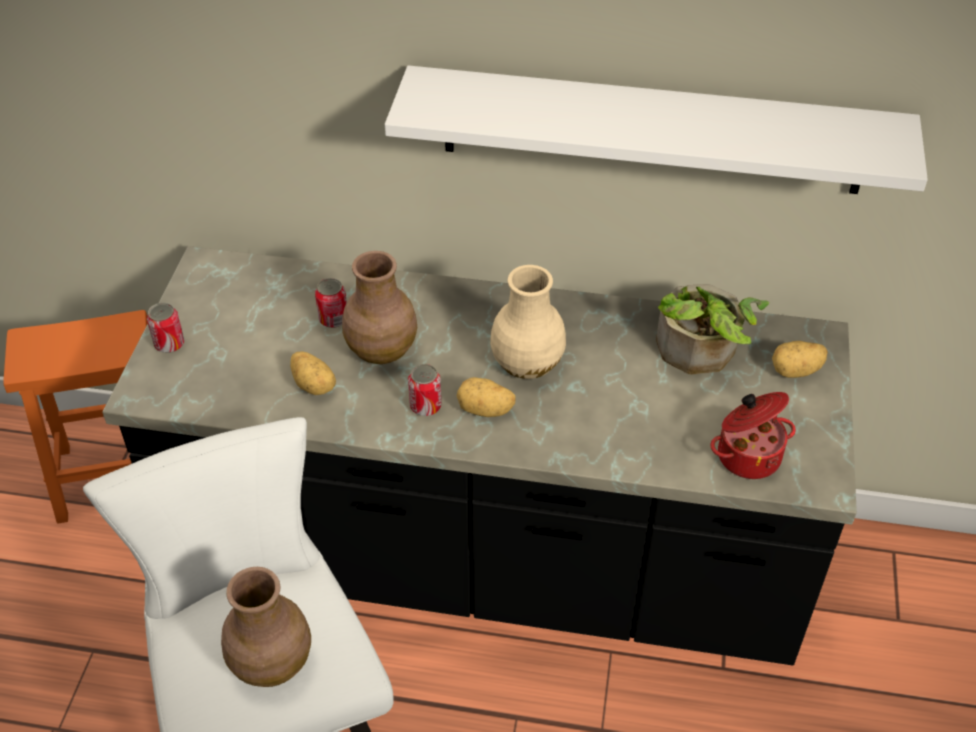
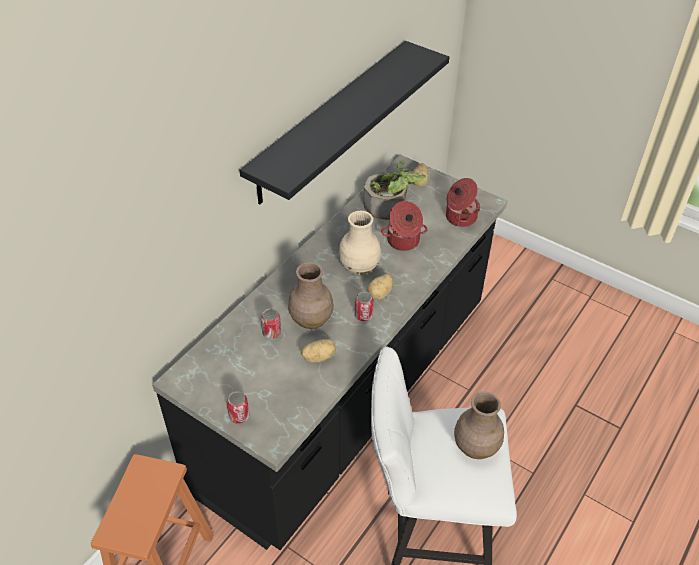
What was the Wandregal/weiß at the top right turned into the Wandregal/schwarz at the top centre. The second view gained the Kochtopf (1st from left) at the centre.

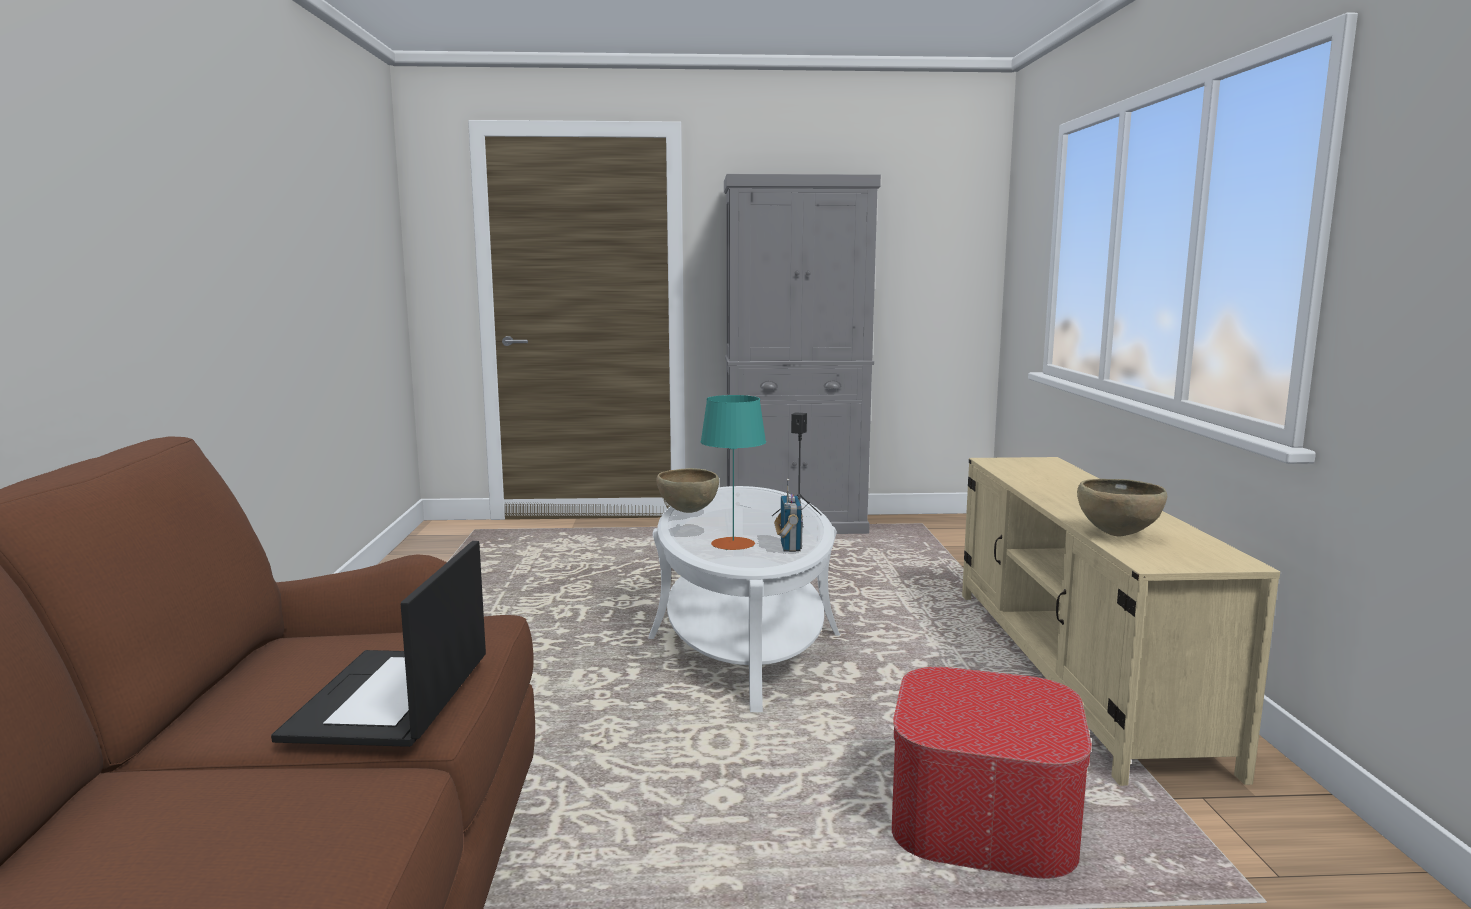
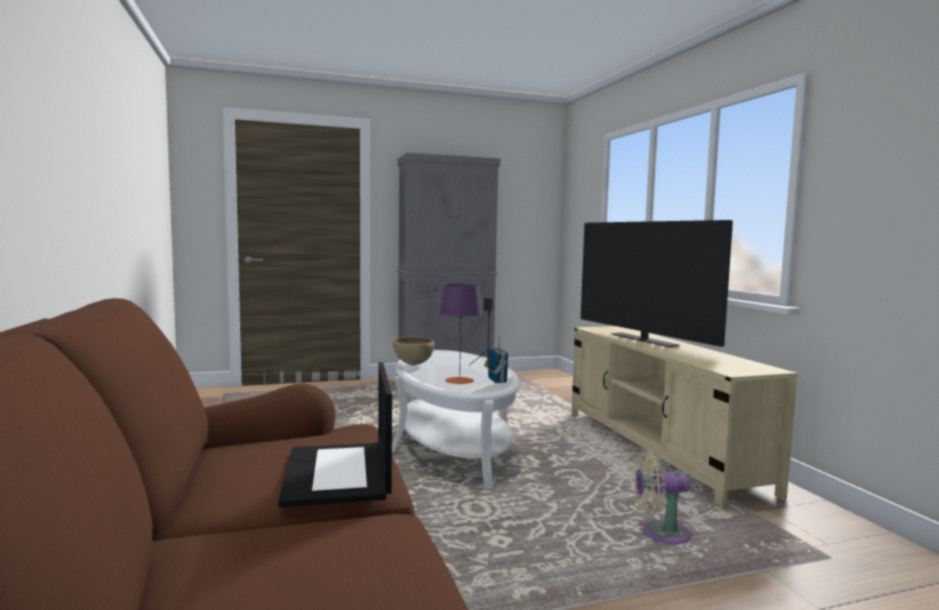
What was the Tischlampe/türkis at the centre turned into the Tischlampe/lila at the centre. The second view lost the Schüssel/braun (2nd from left) at the middle right. Where the Polsterhocker stood at the bottom right, the Ventilator/beige came to stand at the bottom right. The second view gained the Fernseher at the middle right.

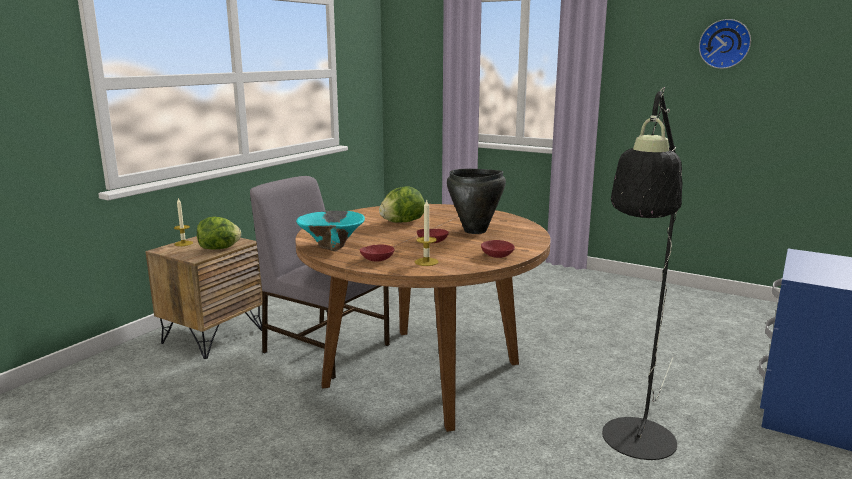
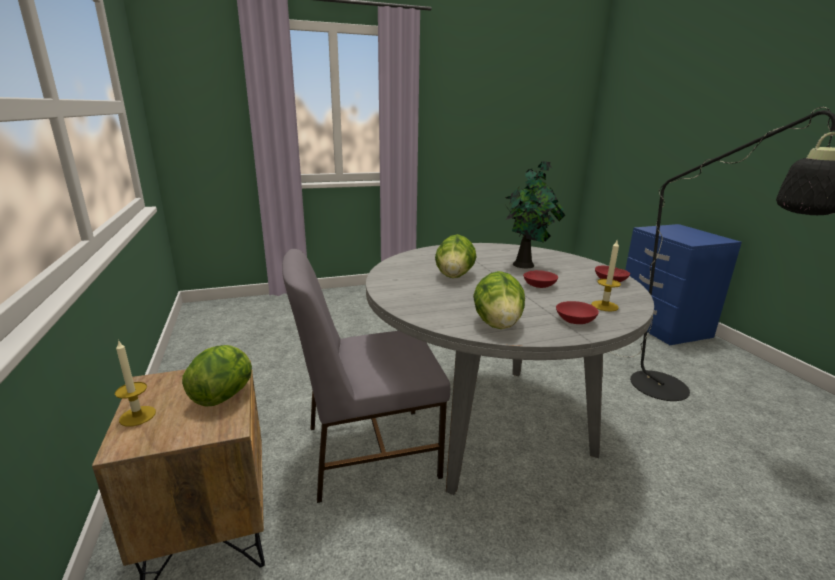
The second view lost the Wanduhr at the top right. Where the Kochtopf/schwarz stood at the centre, the Topfpflanze came to stand at the centre. What was the Esstisch/braun at the centre turned into the Esstisch/grau at the centre. Where the Schüssel/türkis stood at the centre, the Salatkopf (3rd from left) came to stand at the centre.

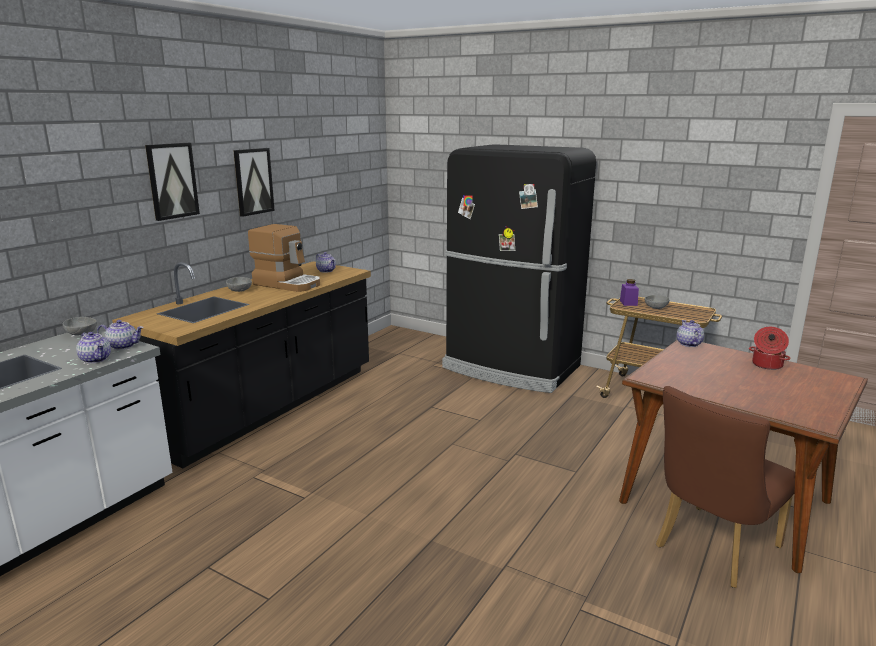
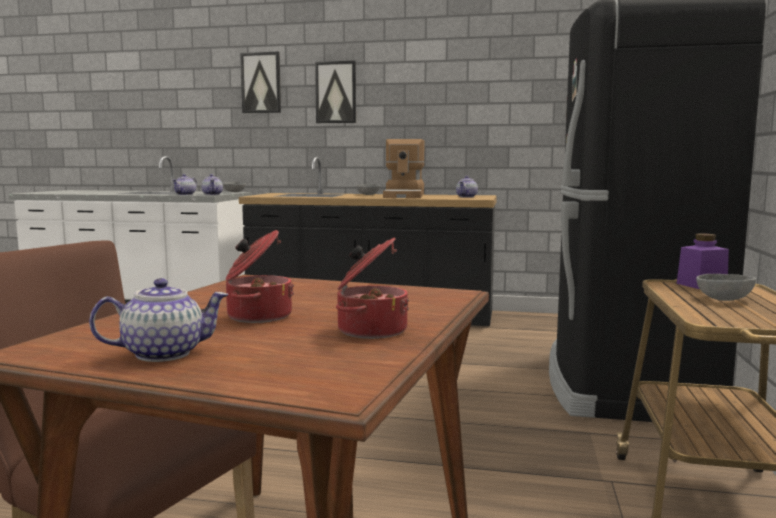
The Bild (2nd from left in the first image) ended up elsewhere, having gone from the top left to the top centre. The Teekanne (4th from left in the first image) ended up elsewhere, having gone from the middle right to the middle left. The second view gained the Kochtopf (1st from left) at the centre.

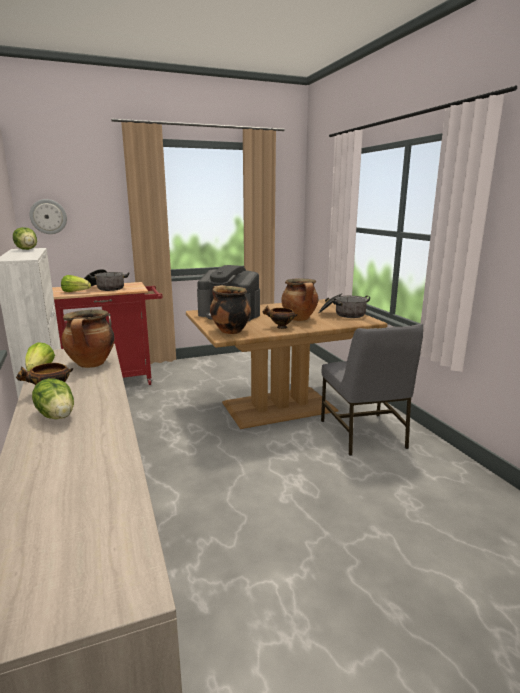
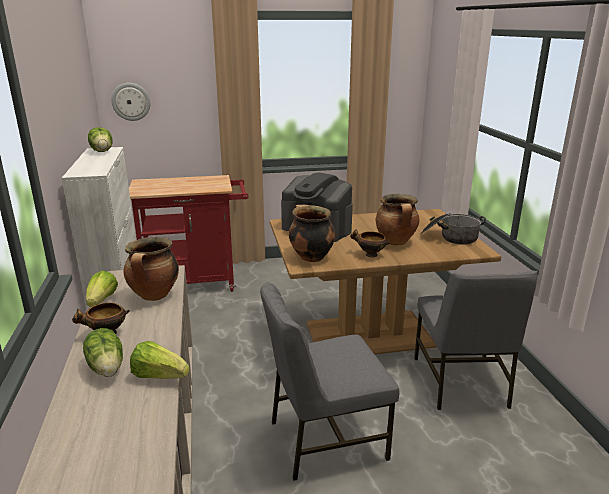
The second view lost the Kochtopf (2nd from left) at the middle left. The Salatkopf (4th from left) ended up elsewhere, having gone from the middle left to the bottom left. The second view gained the Stuhl/grau (1st from left) at the bottom centre.

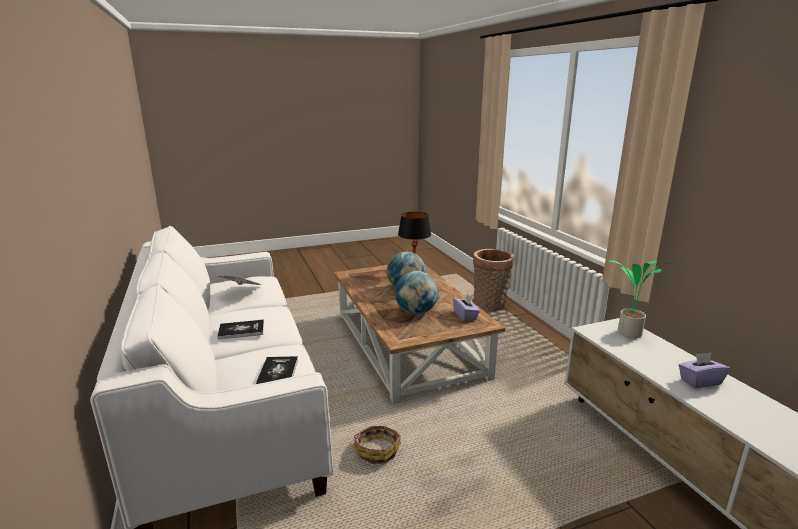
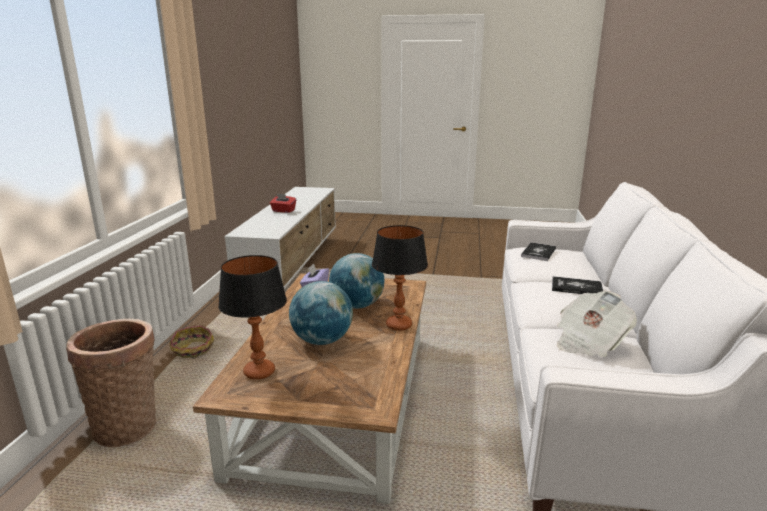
The second view lost the Topfpflanze at the middle right. What was the Taschentuchbox/lila (2nd from left) at the bottom right turned into the Taschentuchbox/rot at the centre. The Korb (1st from left in the first image) ended up elsewhere, having gone from the bottom centre to the bottom left. The second view gained the Tischlampe (2nd from left) at the centre.

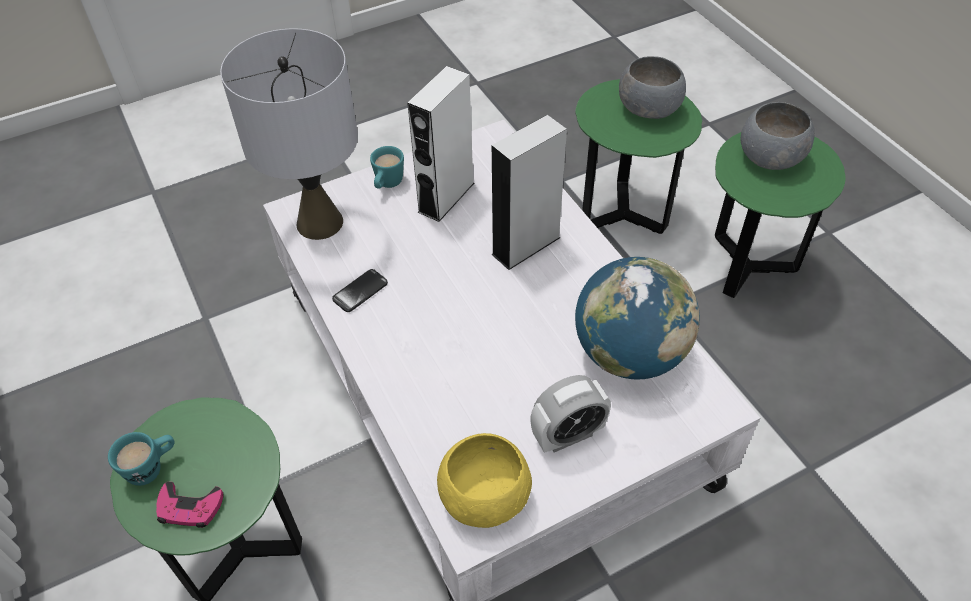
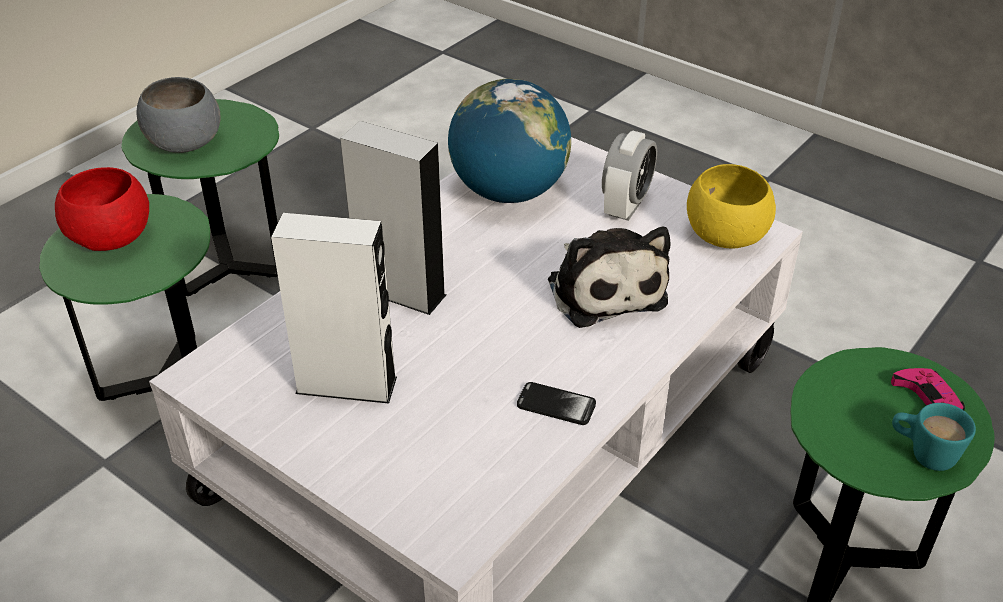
The second view lost the Tischlampe/grau at the top left. What was the Schüssel/grau (1st from left) at the top right turned into the Schüssel/rot at the middle left. The second view lost the Henkelbecher/türkis (2nd from left) at the top centre. The Wecker at the bottom centre ended up facing another way, 75 degrees clockwise from before. The second view gained the Plüschtier at the centre.

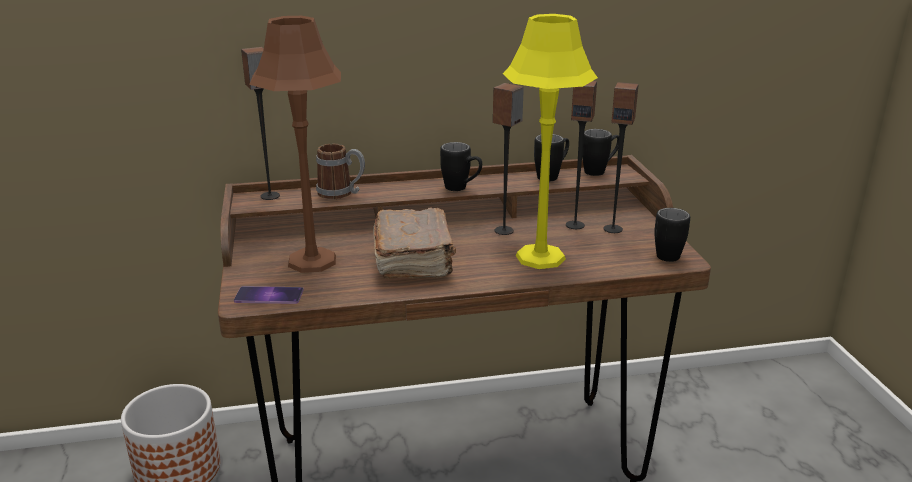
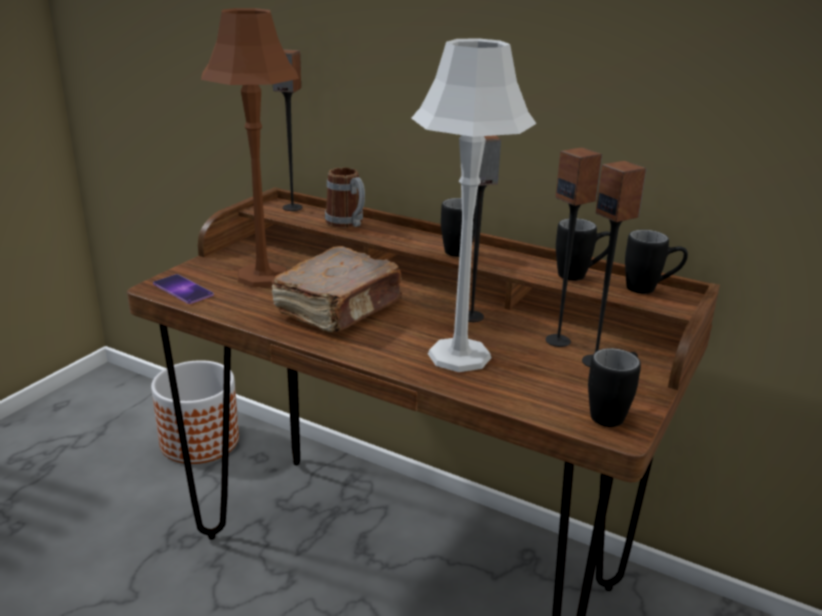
What was the Tischlampe/gelb at the top centre turned into the Tischlampe/grau at the top centre.

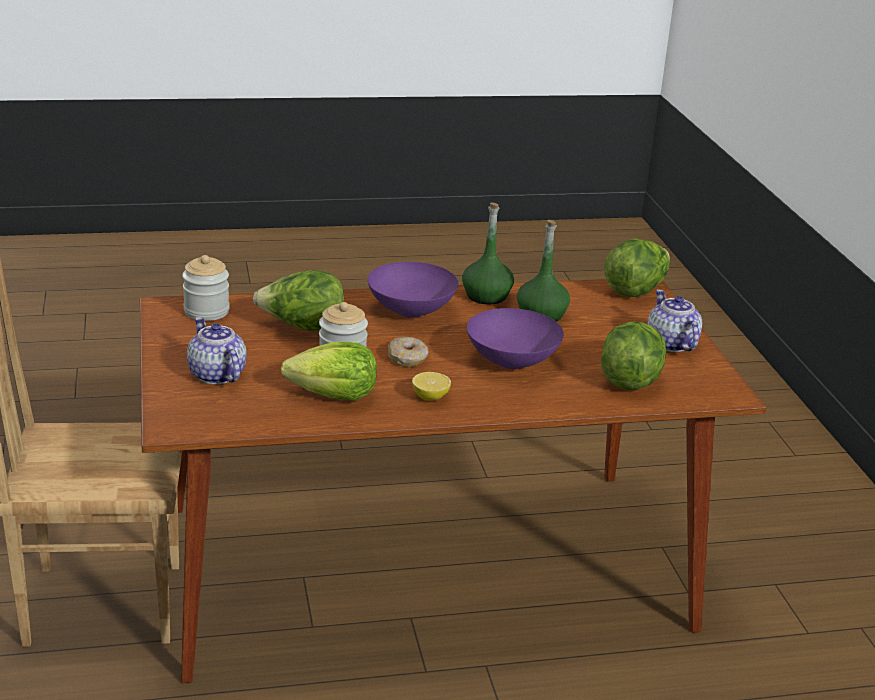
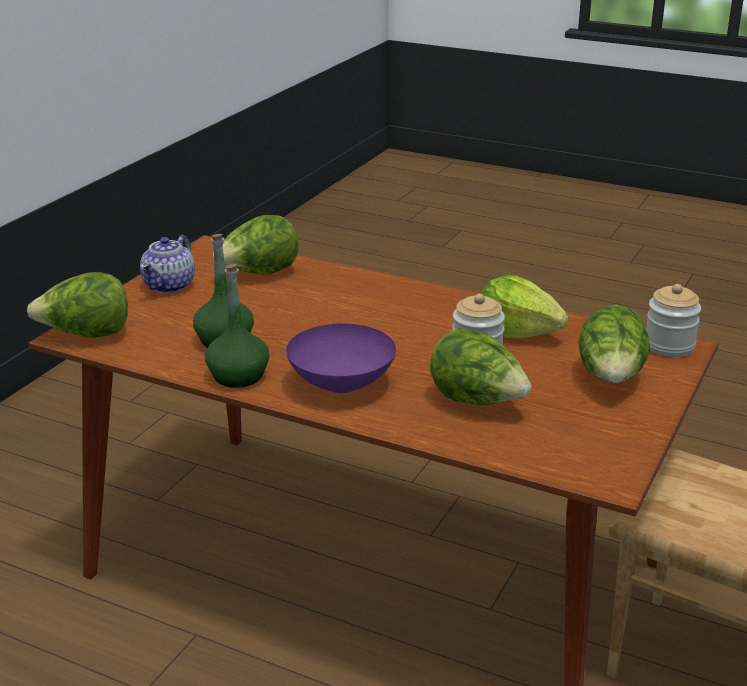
The Vorratsglas (1st from left in the first image) ended up elsewhere, having gone from the middle left to the middle right. The second view lost the Schüssel/lila (2nd from left) at the centre. Where the Teekanne (1st from left) stood at the middle left, the Salatkopf (5th from left) came to stand at the middle right. The second view lost the Donut at the centre. The second view lost the Zitrone at the centre.

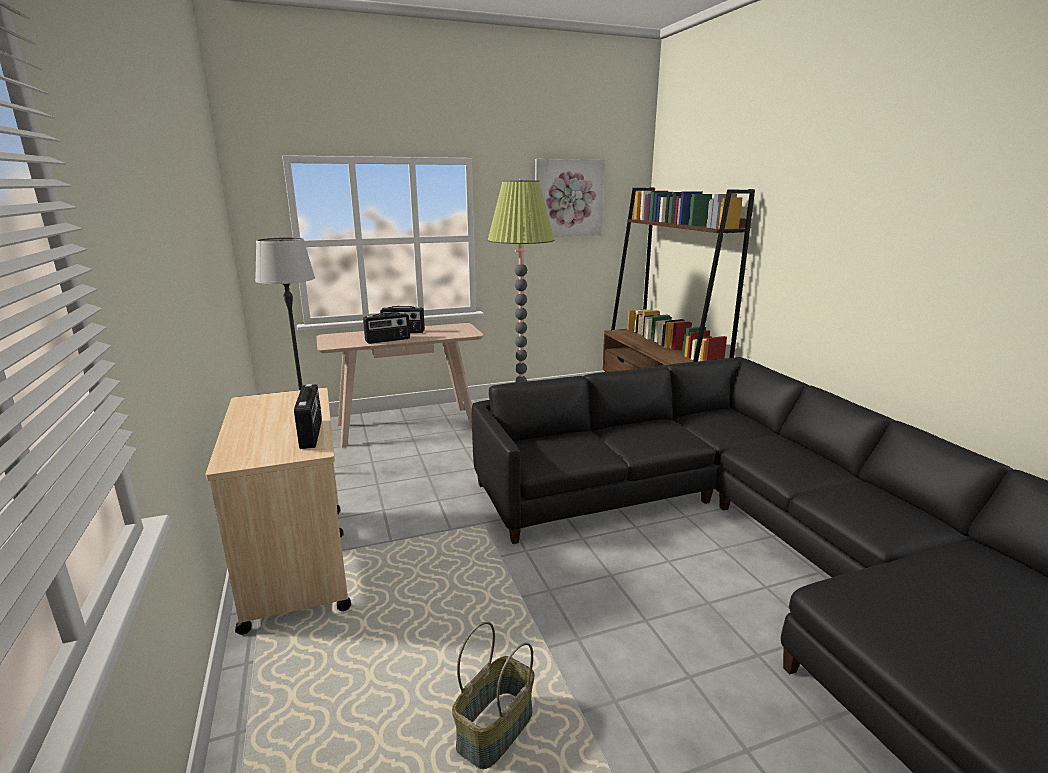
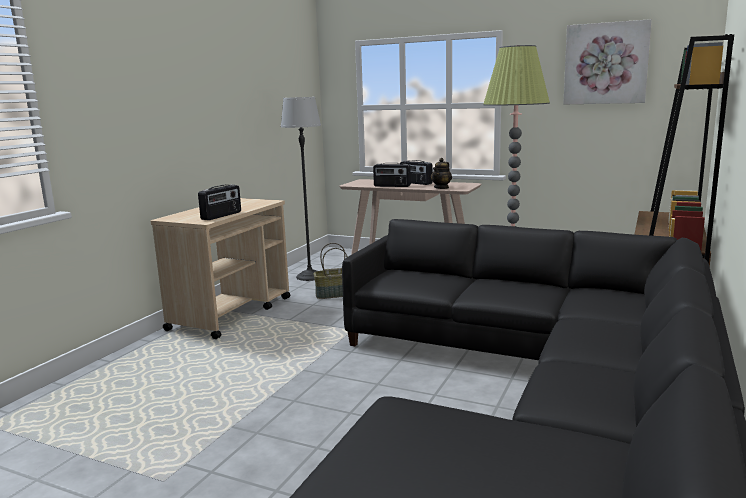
The Korb ended up elsewhere, having gone from the bottom centre to the centre. The second view gained the Teekanne at the centre.

